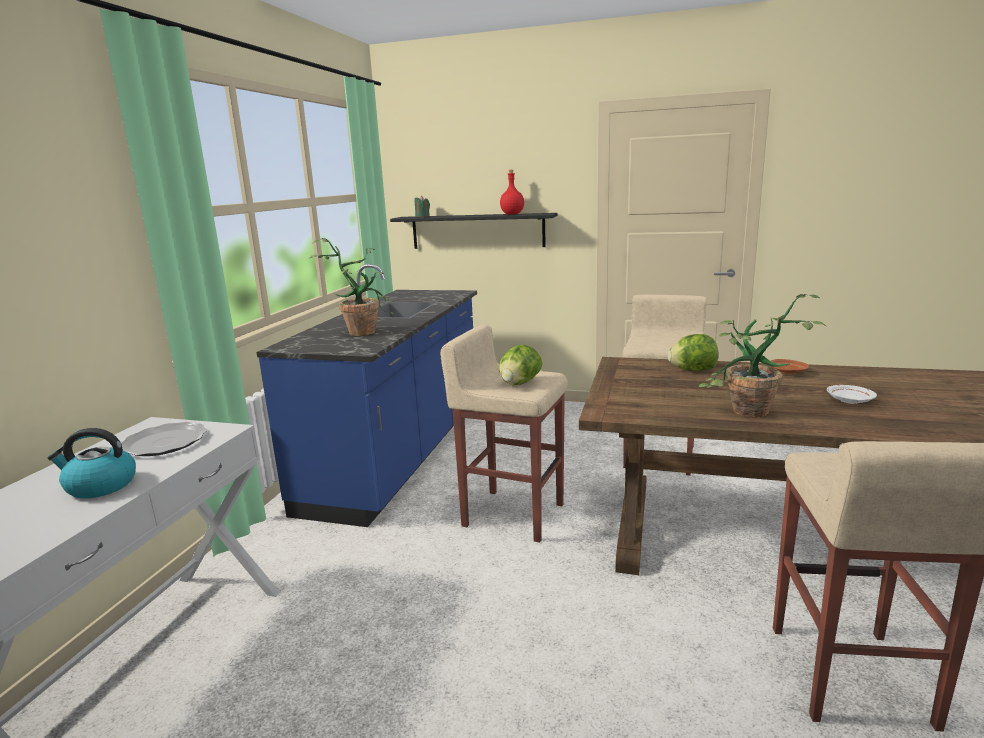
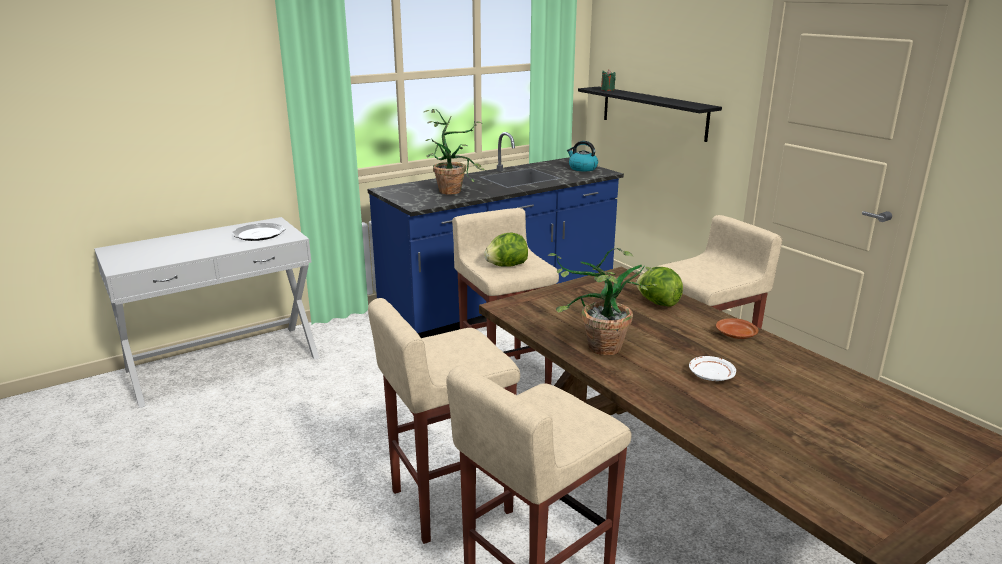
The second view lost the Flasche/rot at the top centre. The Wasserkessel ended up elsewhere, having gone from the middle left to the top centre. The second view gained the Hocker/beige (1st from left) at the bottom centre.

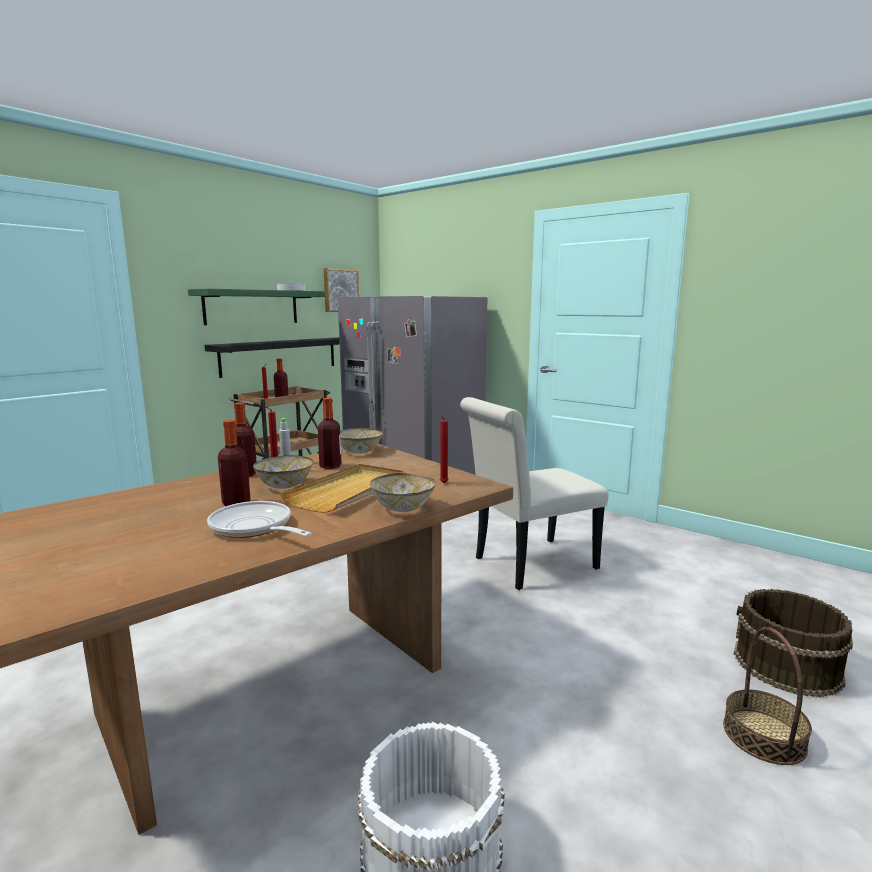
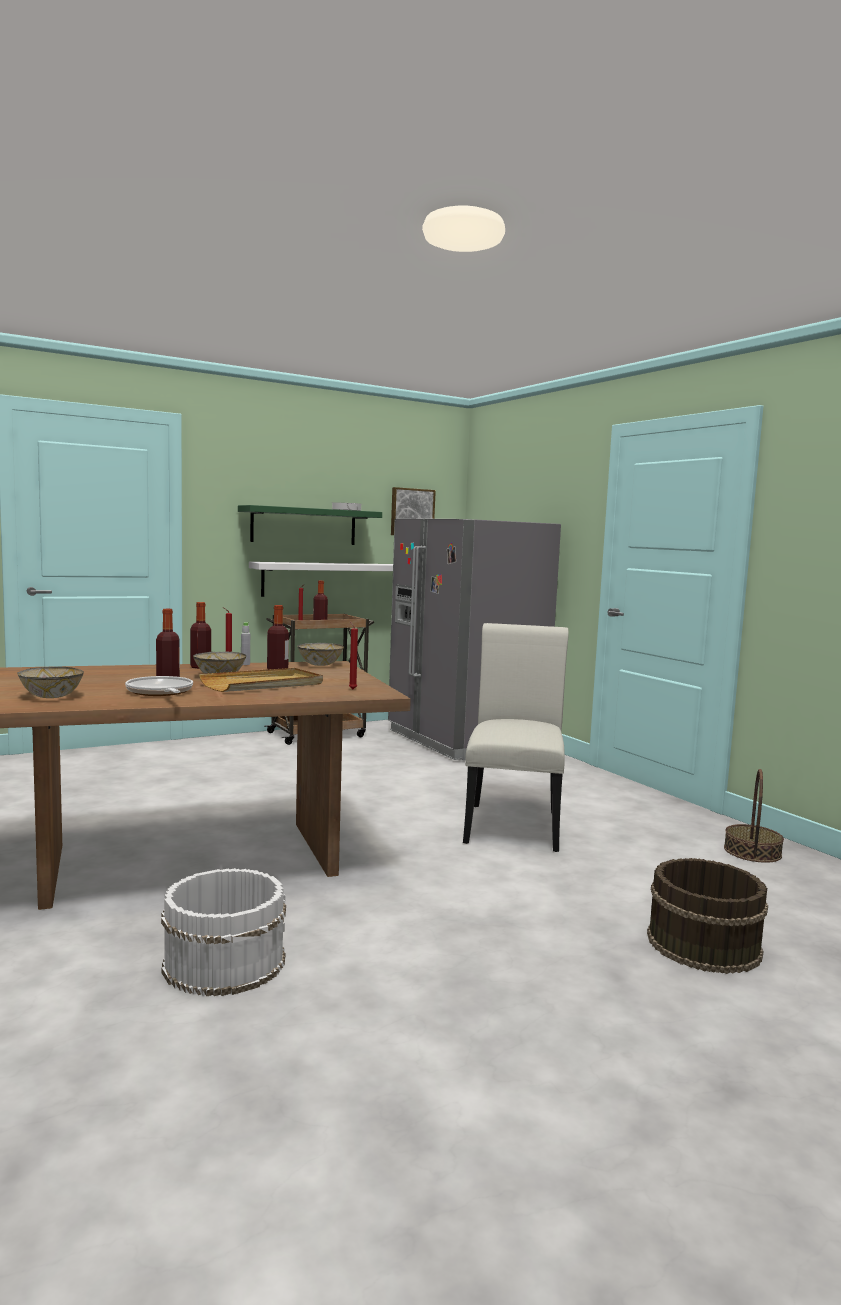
What was the Wandregal/schwarz at the middle left turned into the Wandregal/weiß at the centre. The Stuhl/weiß at the centre ended up facing another way, 105 degrees clockwise from before. The Schüssel (3rd from left in the first image) ended up elsewhere, having gone from the centre to the middle left. The Korb ended up elsewhere, having gone from the bottom right to the middle right.

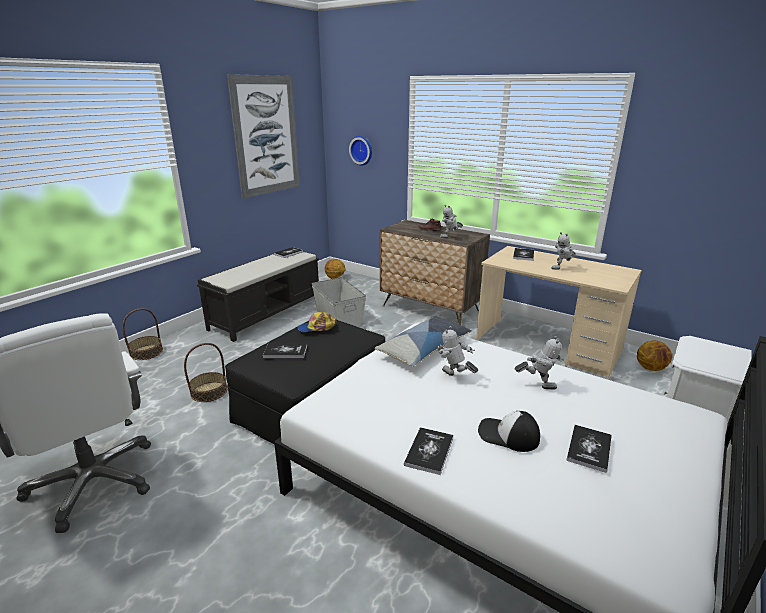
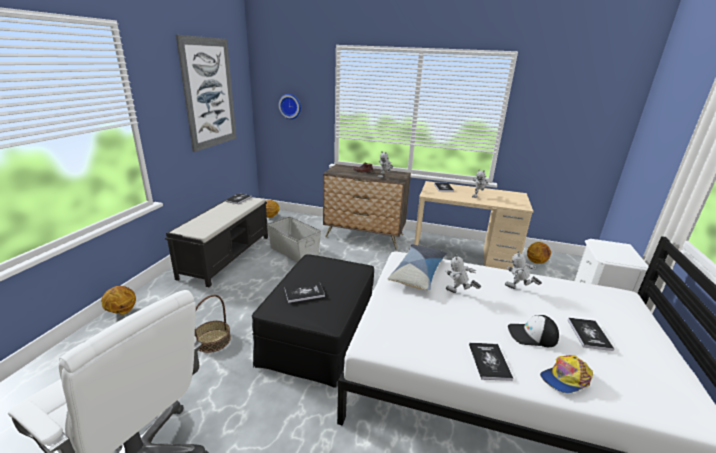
Where the Korb (1st from left) stood at the middle left, the Basketball (1st from left) came to stand at the middle left. The Kappe (1st from left in the first image) ended up elsewhere, having gone from the centre to the bottom right. The Spielzeugroboter (3rd from left in the first image) at the middle right ended up facing another way, 150 degrees counterclockwise from before.

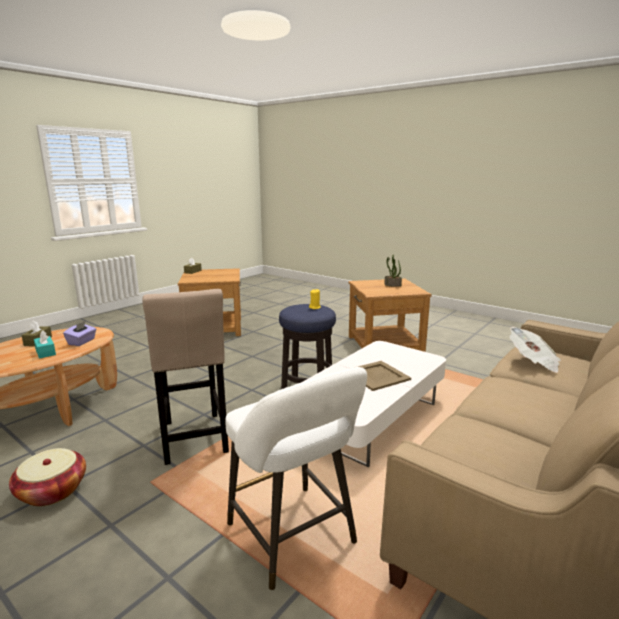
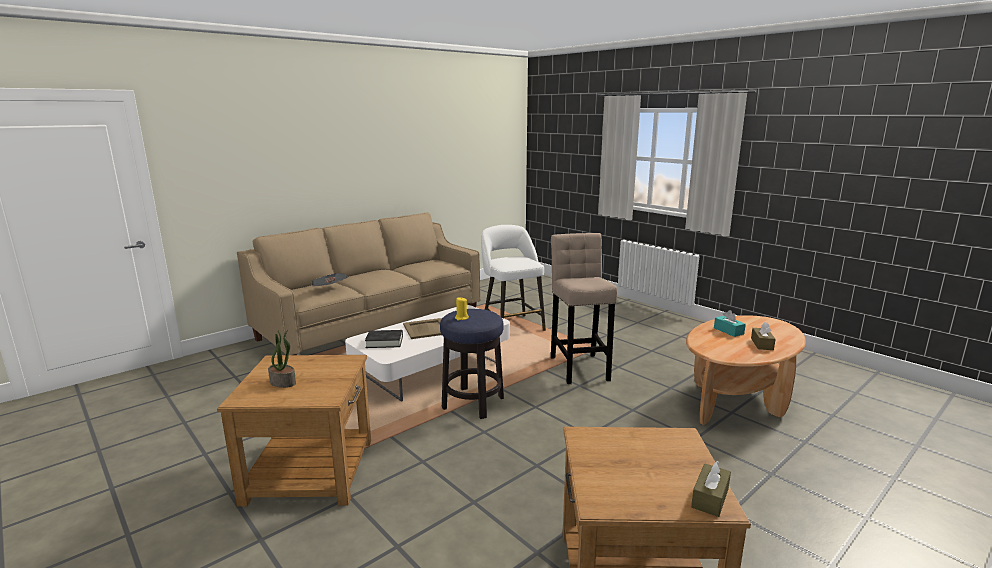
The second view lost the Taschentuchbox/lila at the middle left. The second view lost the Korb at the bottom left. The second view gained the Buch/schwarz at the centre.

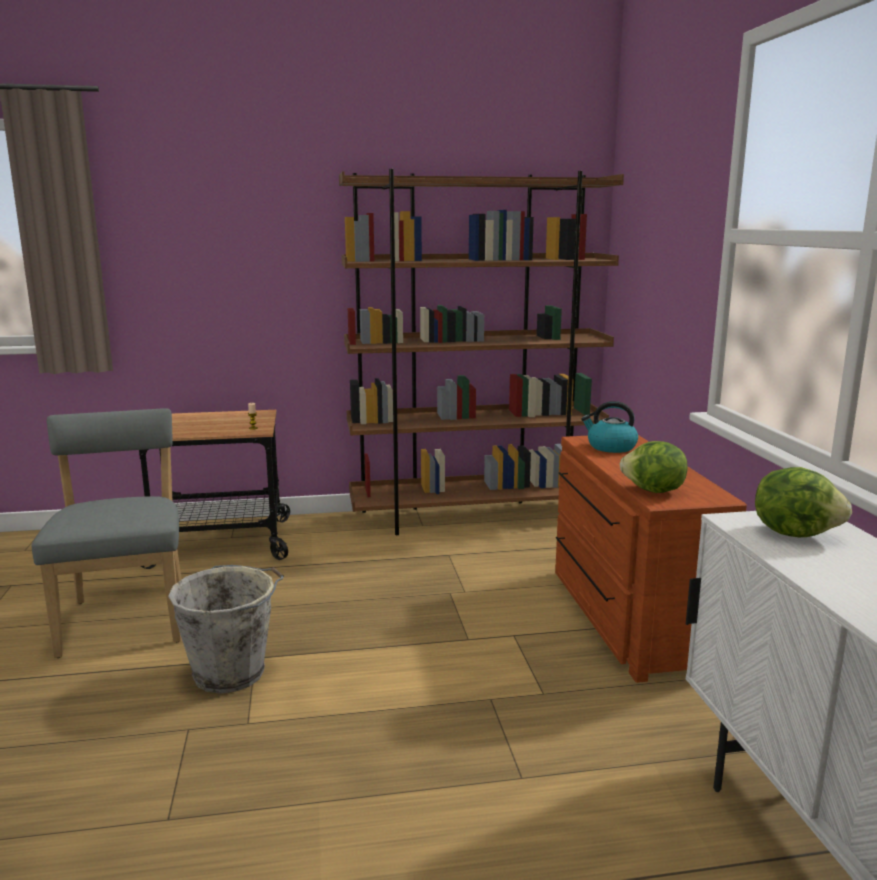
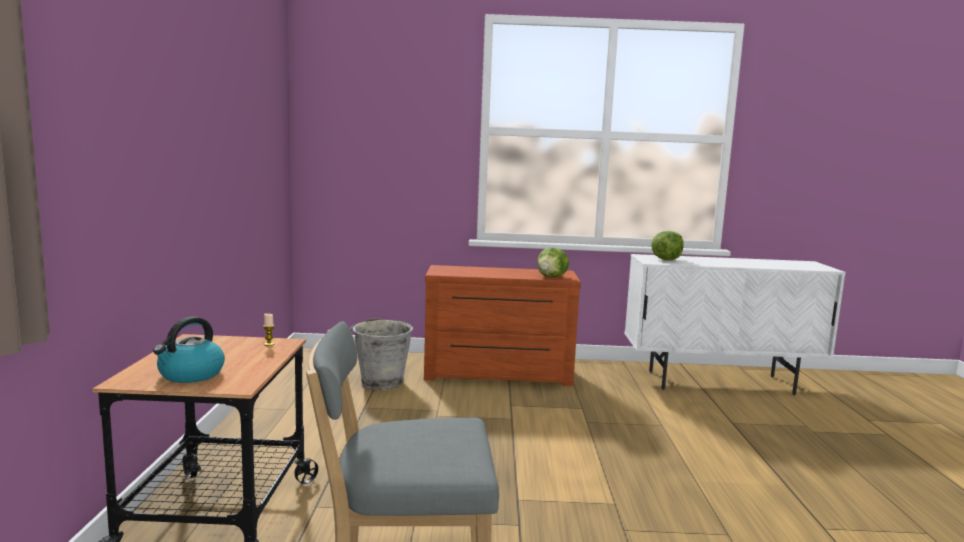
The second view lost the Bücherregal/braun at the centre. The Wasserkessel ended up elsewhere, having gone from the middle right to the middle left. The Eimer/grau ended up elsewhere, having gone from the bottom left to the centre.

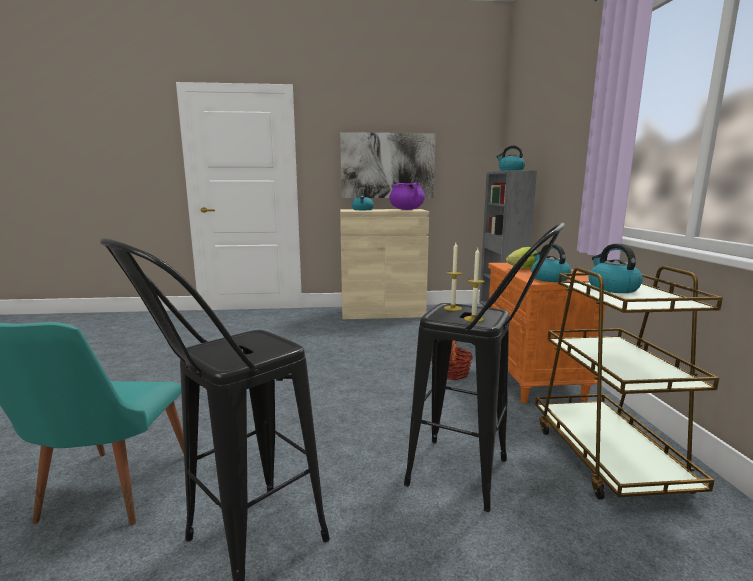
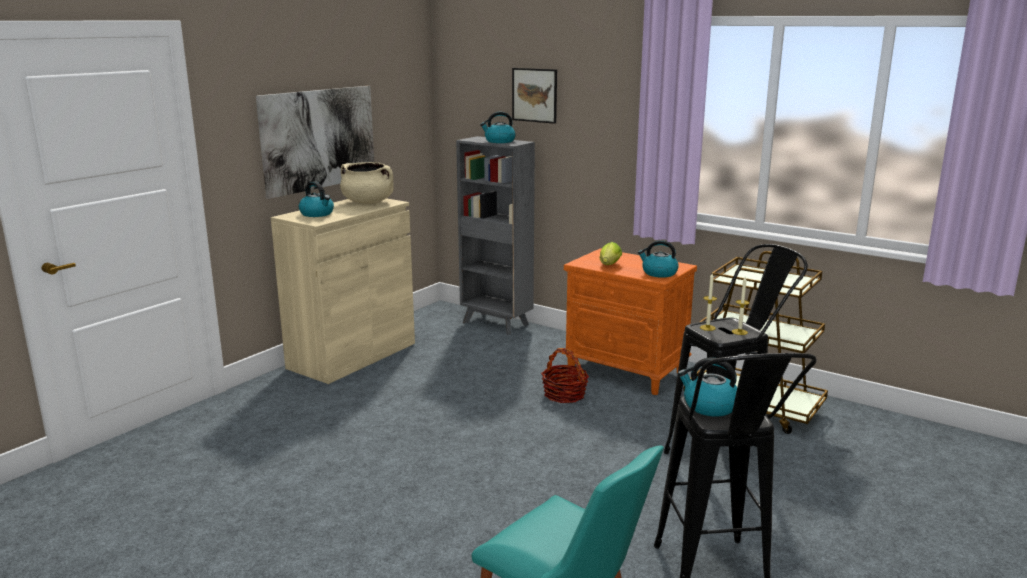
What was the Kochtopf/lila at the centre turned into the Kochtopf/beige at the top centre. The Wasserkessel (4th from left) ended up elsewhere, having gone from the middle right to the bottom right. The second view gained the Bild (2nd from left) at the top centre.

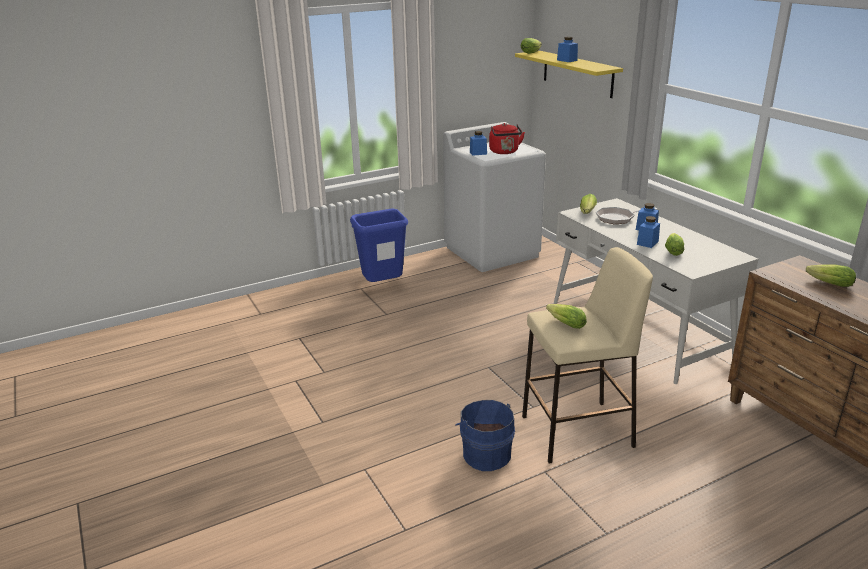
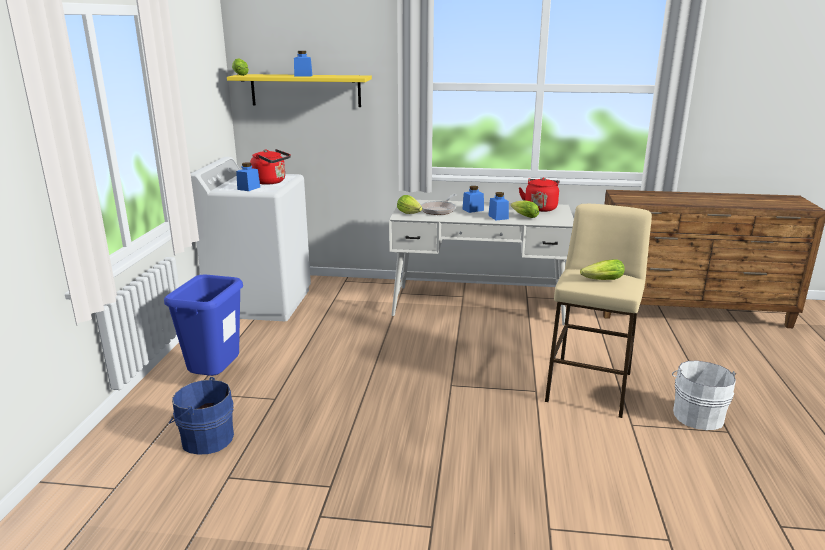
The second view lost the Salatkopf (5th from left) at the middle right. The Eimer/blau ended up elsewhere, having gone from the bottom centre to the bottom left. The second view gained the Wasserkessel/rot (2nd from left) at the centre. The second view gained the Eimer/weiß at the bottom right.

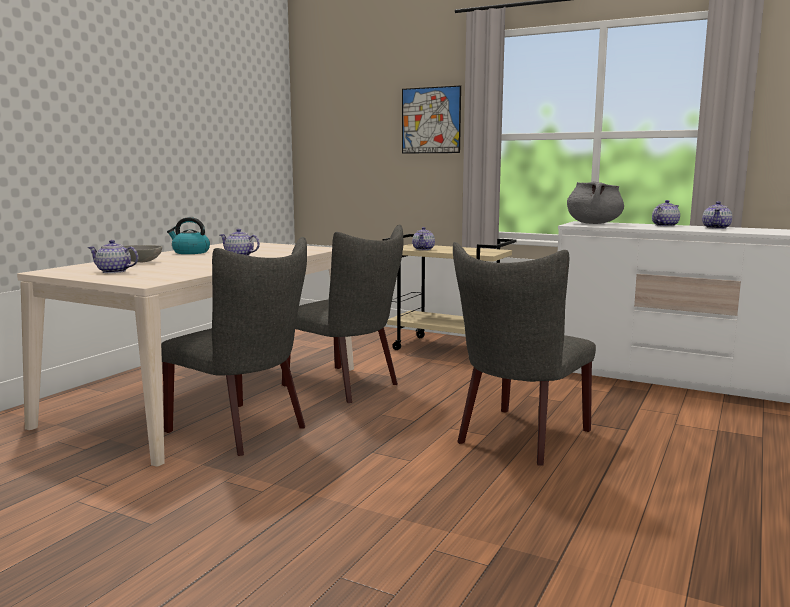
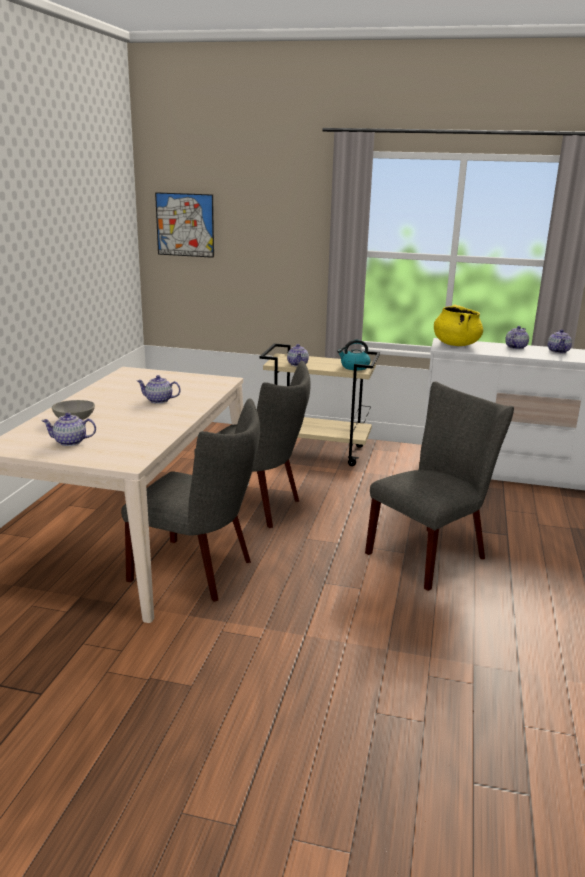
The Bild ended up elsewhere, having gone from the top centre to the top left. What was the Kochtopf/grau at the top right turned into the Kochtopf/gelb at the middle right. The Wasserkessel ended up elsewhere, having gone from the middle left to the centre. The Stuhl/grau (3rd from left) at the centre ended up facing another way, 150 degrees counterclockwise from before.

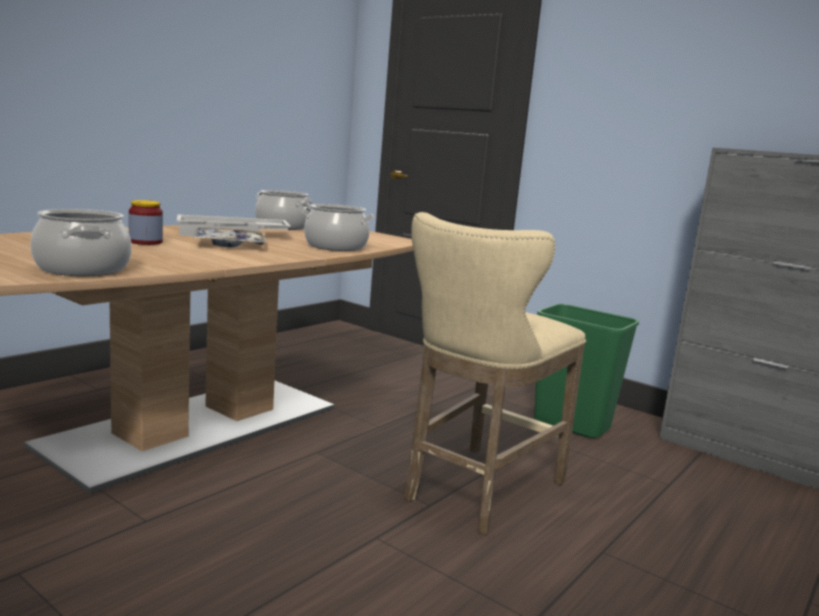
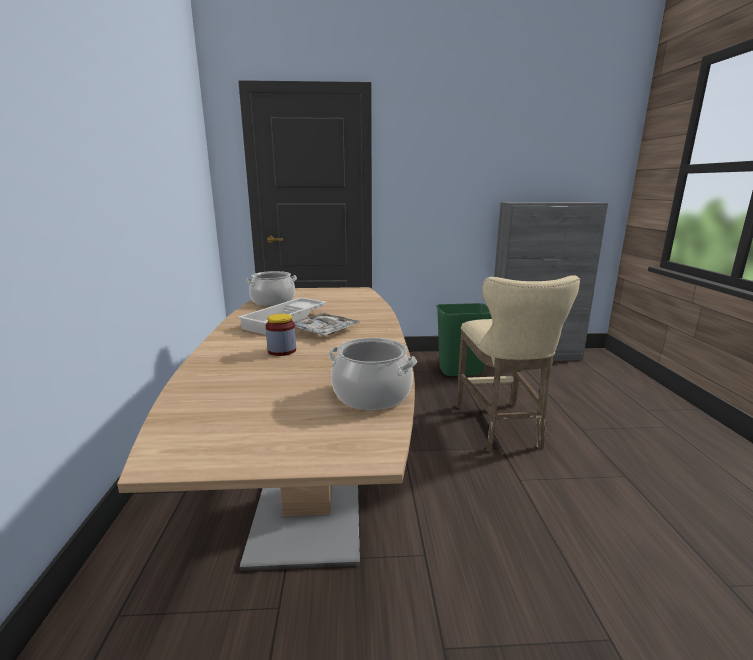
The second view lost the Kochtopf (3rd from left) at the centre.

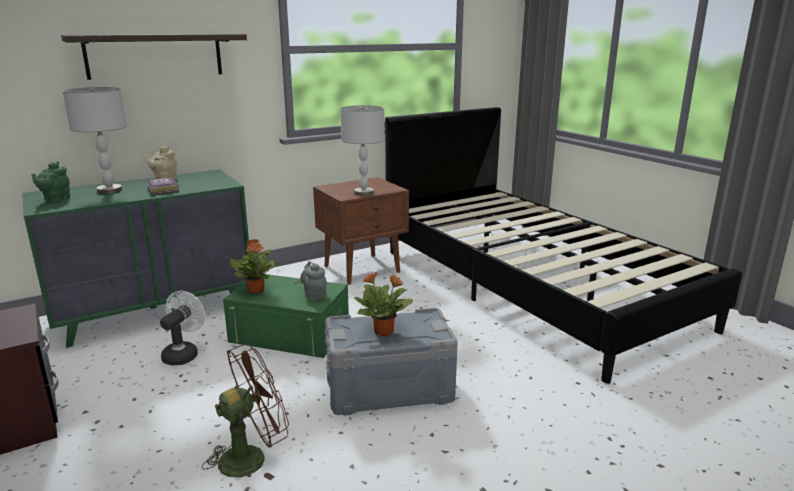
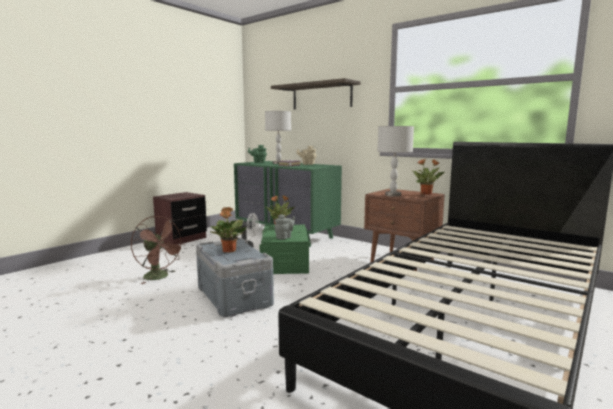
The second view gained the Topfpflanze (3rd from left) at the middle right.

